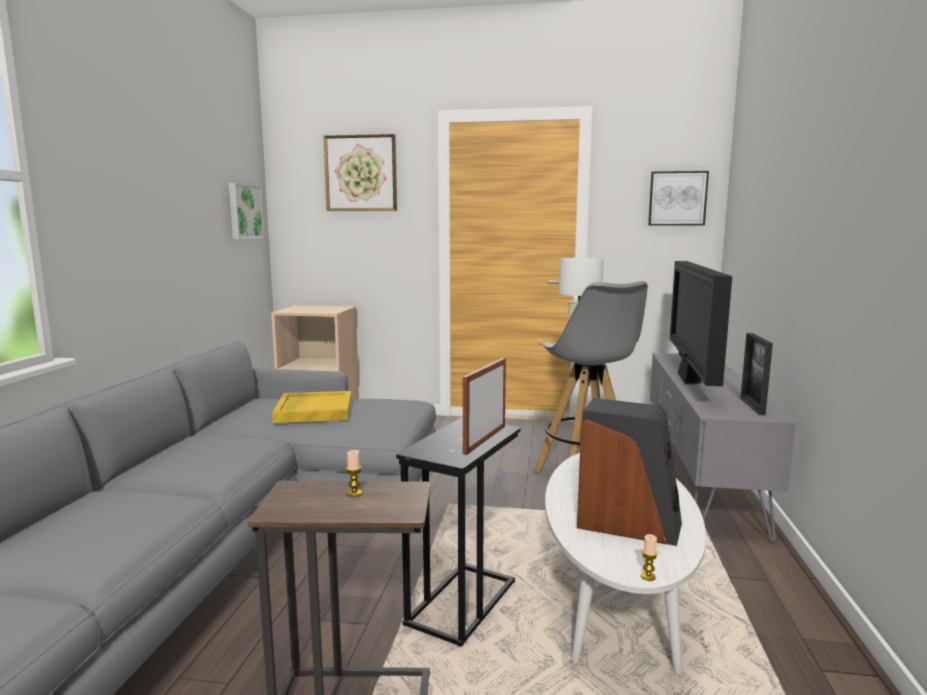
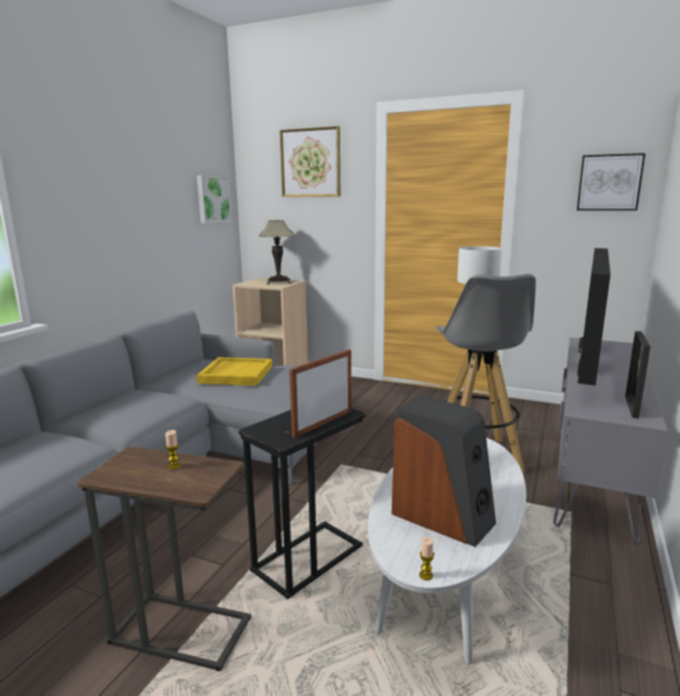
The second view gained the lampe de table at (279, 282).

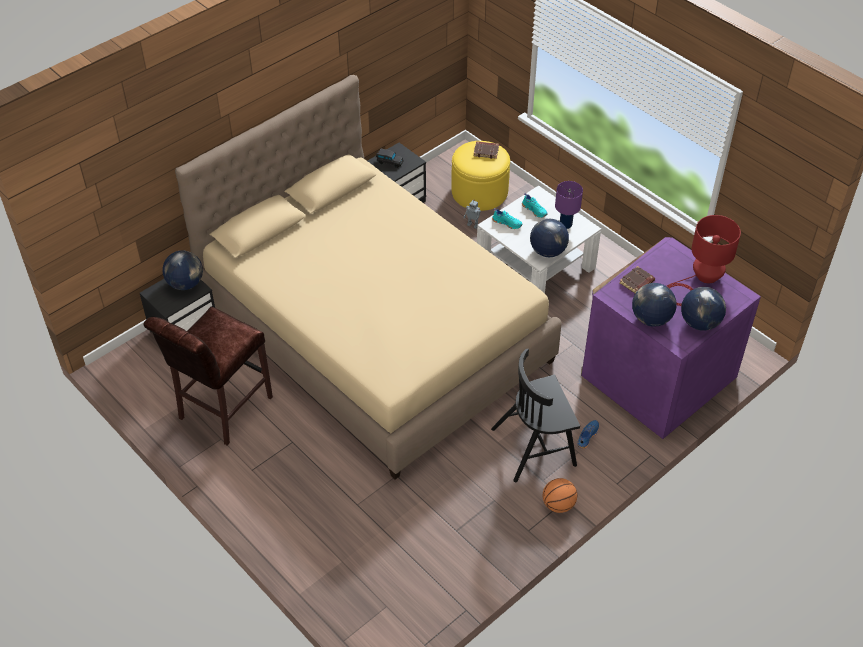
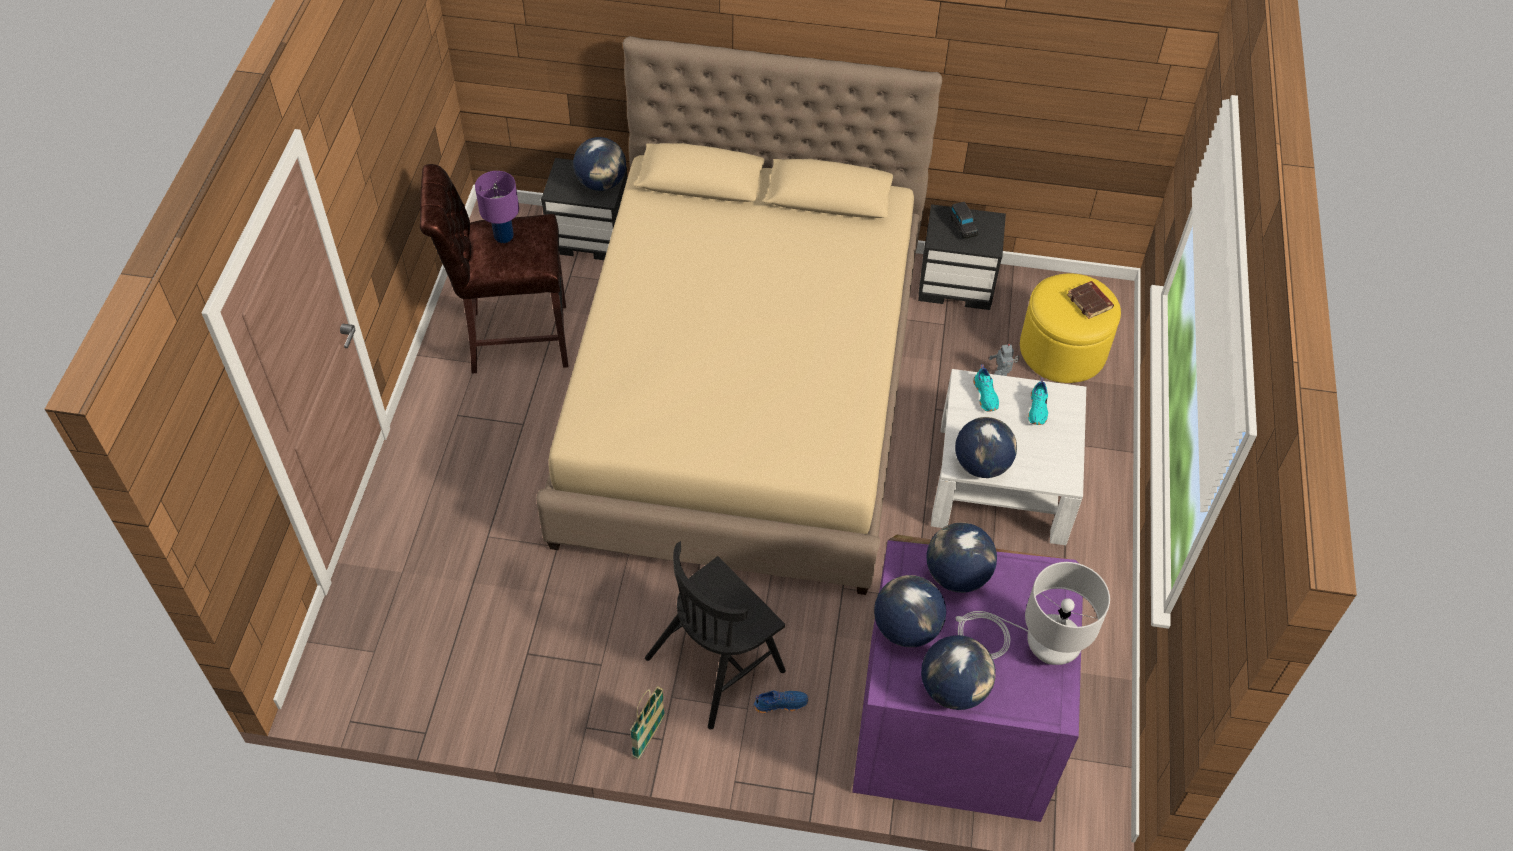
The chaise/noir at (538, 445) ended up facing another way, 75 degrees counterclockwise from before.
Where the ballon de basket stood at (558, 505), the panier came to stand at (649, 736).
The lampe de table/violet ended up elsewhere, having gone from (565, 225) to (503, 237).
Where the livre/marron stood at (637, 283), the globe came to stand at (956, 575).
What was the lampe de table/rouge at (696, 283) turned into the lampe de table/gris at (1024, 643).

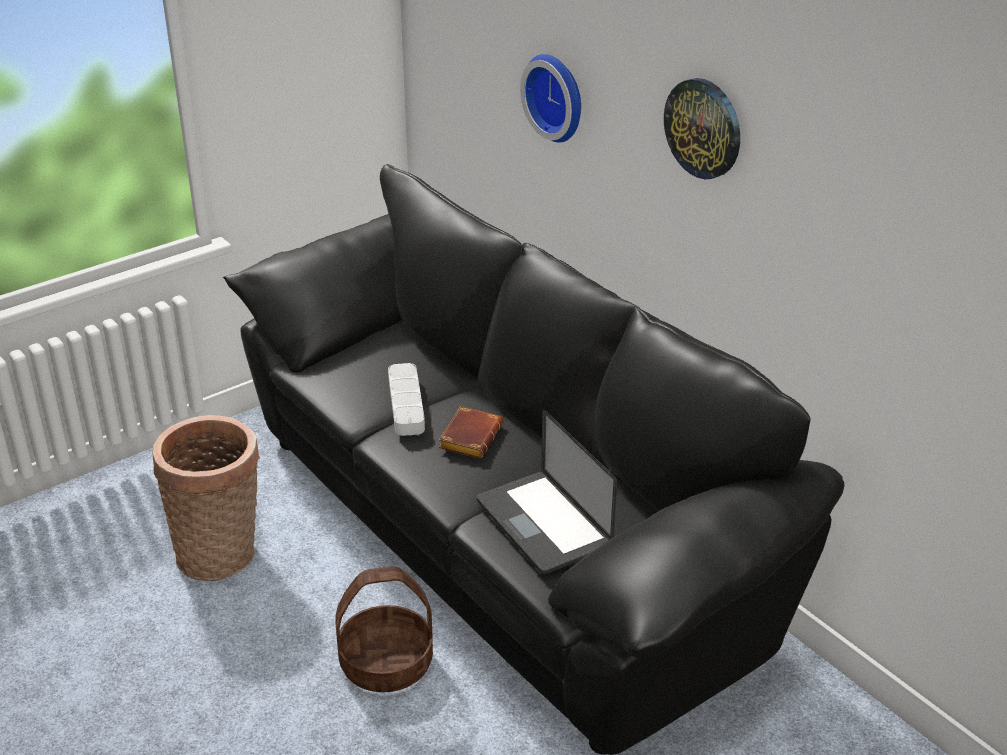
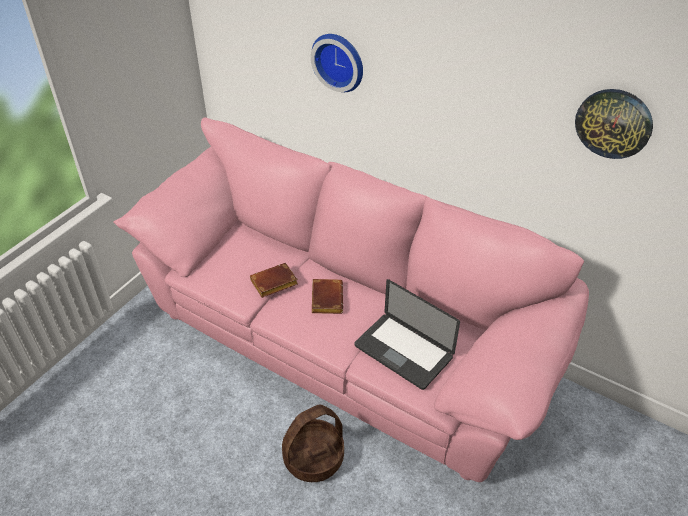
The second view lost the panier at (221, 554).
What was the canapé/noir at (500, 543) turned into the canapé/rose at (342, 350).
Where the plateau/gris stood at (406, 404), the livre/marron came to stand at (273, 284).
The horloge murale ended up elsewhere, having gone from (703, 128) to (613, 123).

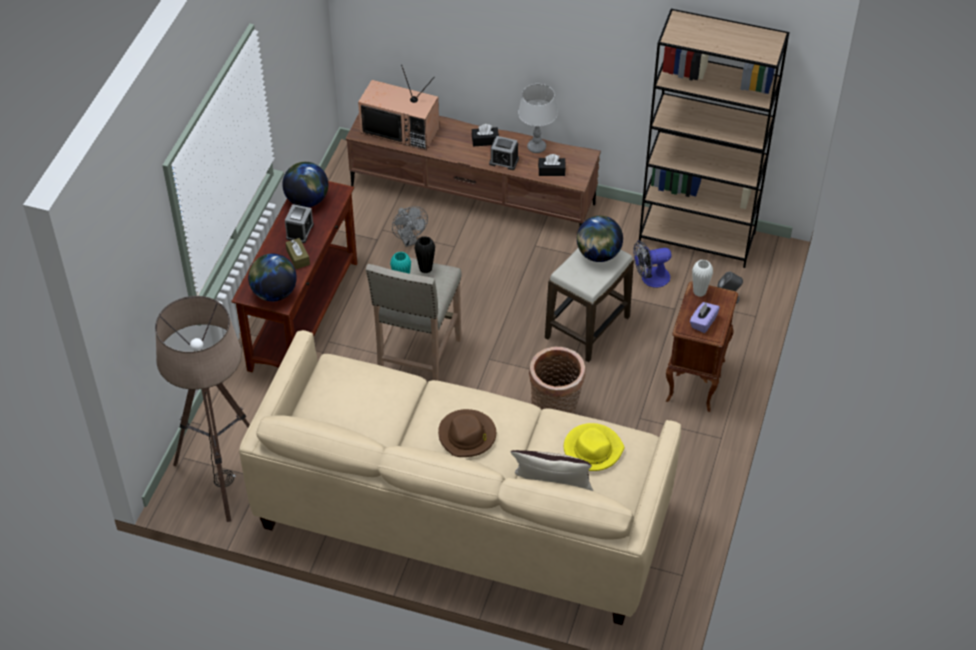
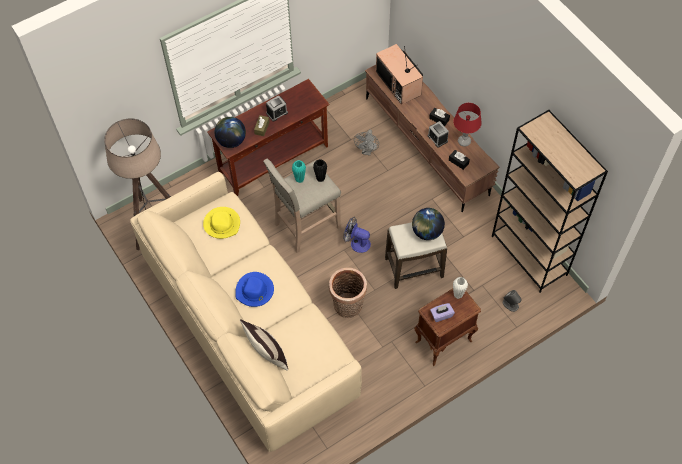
The second view lost the globe at (307, 200).
What was the chapeau/marron at (467, 435) turned into the chapeau/bleu at (255, 291).
What was the lampe de table/gris at (536, 147) turned into the lampe de table/rouge at (464, 141).
The chapeau/jaune ended up elsewhere, having gone from (592, 449) to (222, 224).
The ventilateur ended up elsewhere, having gone from (650, 278) to (357, 243).

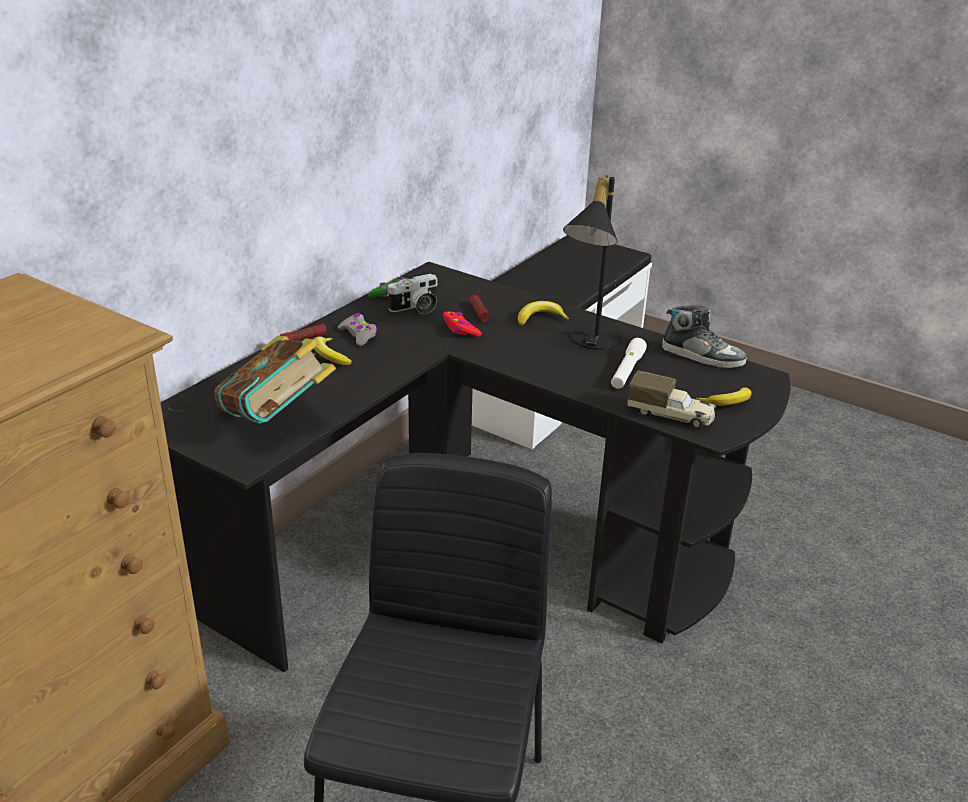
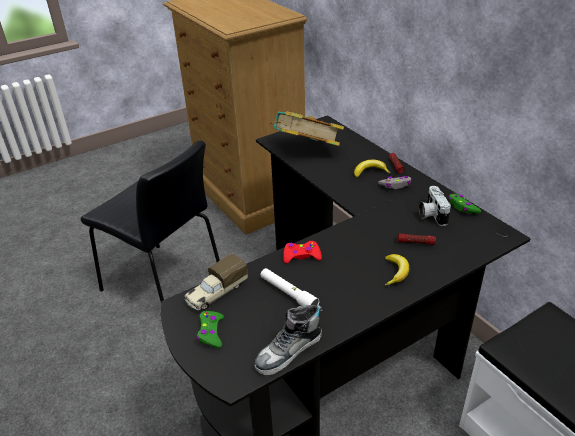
The manette/rouge ended up elsewhere, having gone from (460, 329) to (301, 256).
The second view lost the lampe de table/noir at (590, 341).
Where the banane stood at (727, 403), the manette/vert came to stand at (211, 332).

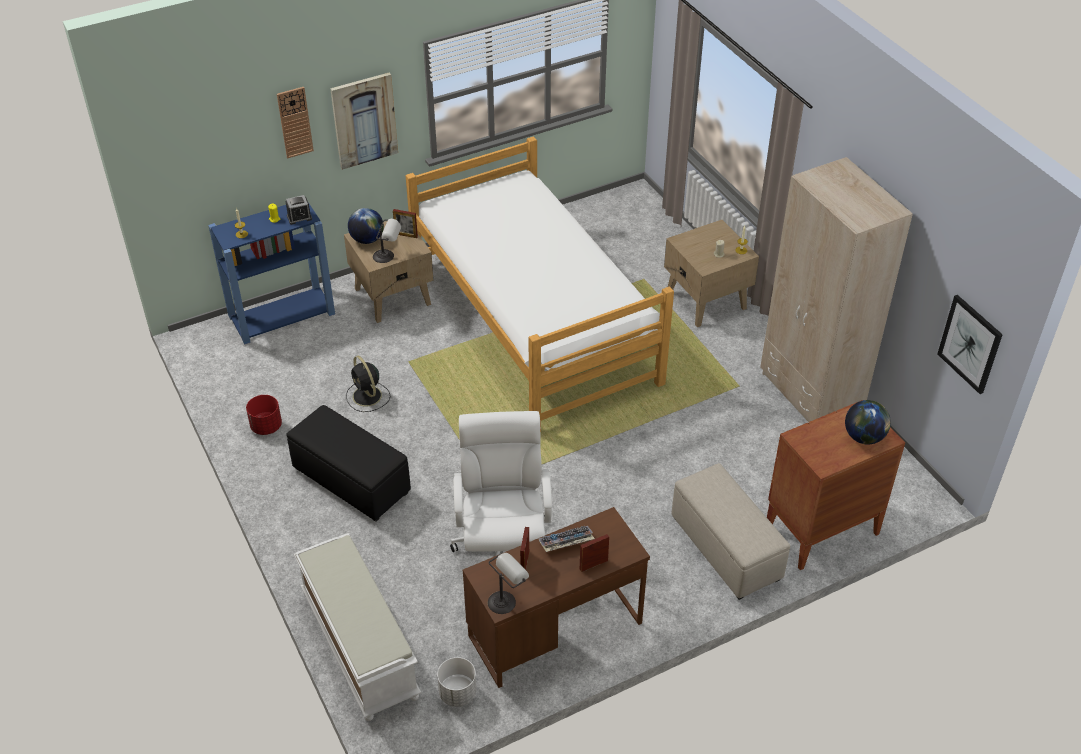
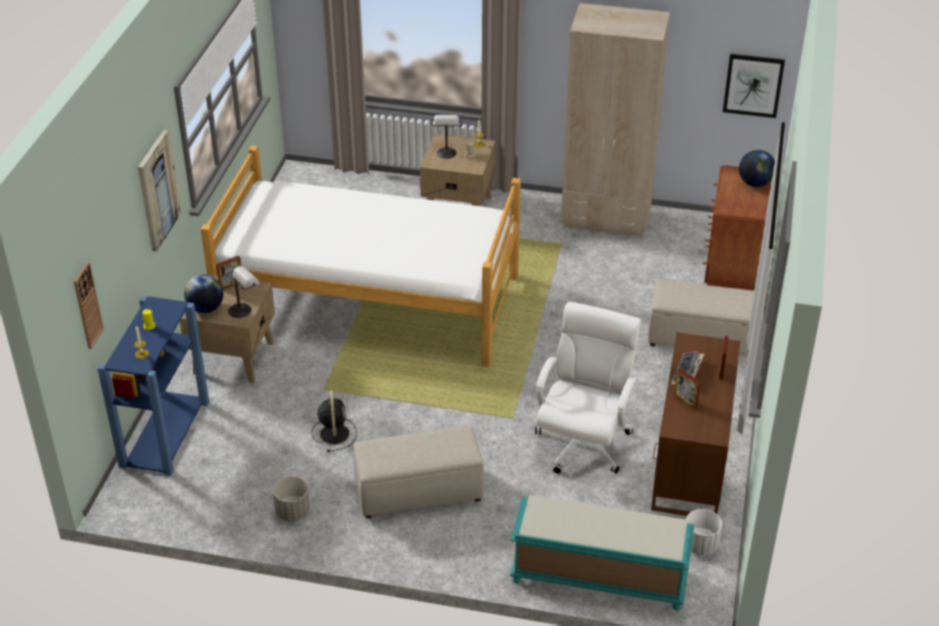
What was the cache-pot/rouge at (266, 426) turned into the cache-pot/gris at (292, 512).
The horloge murale ended up elsewhere, having gone from (295, 122) to (87, 305).
The second view lost the réveil at (299, 217).
What was the pouf/noir at (352, 481) turned into the pouf/beige at (420, 491).
What was the banc/blanc at (358, 644) turned into the banc/turquoise at (598, 576).
The ventilateur/noir at (367, 397) ended up facing another way, 105 degrees counterclockwise from before.
The chaise de bureau/blanc at (503, 546) ended up facing another way, 75 degrees clockwise from before.
The lampe de table ended up elsewhere, having gone from (506, 598) to (446, 150).

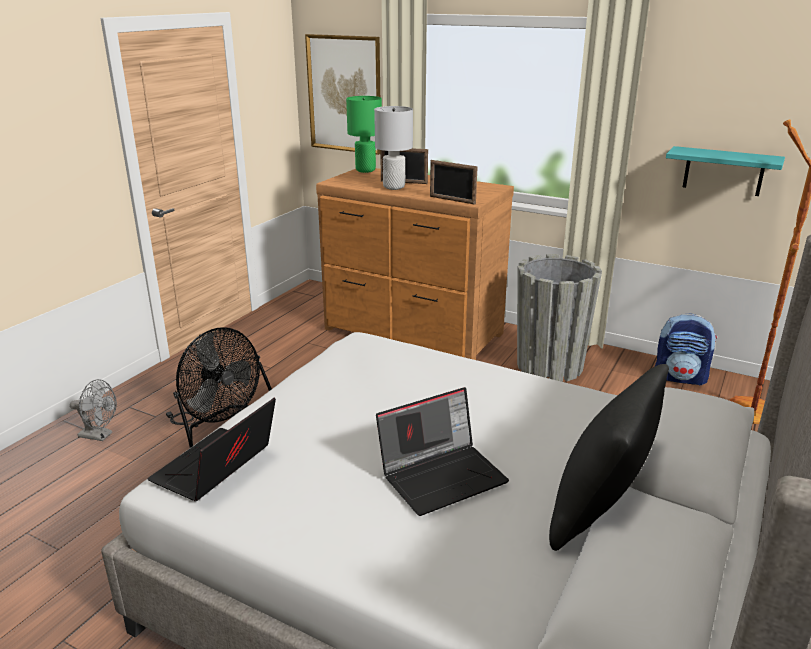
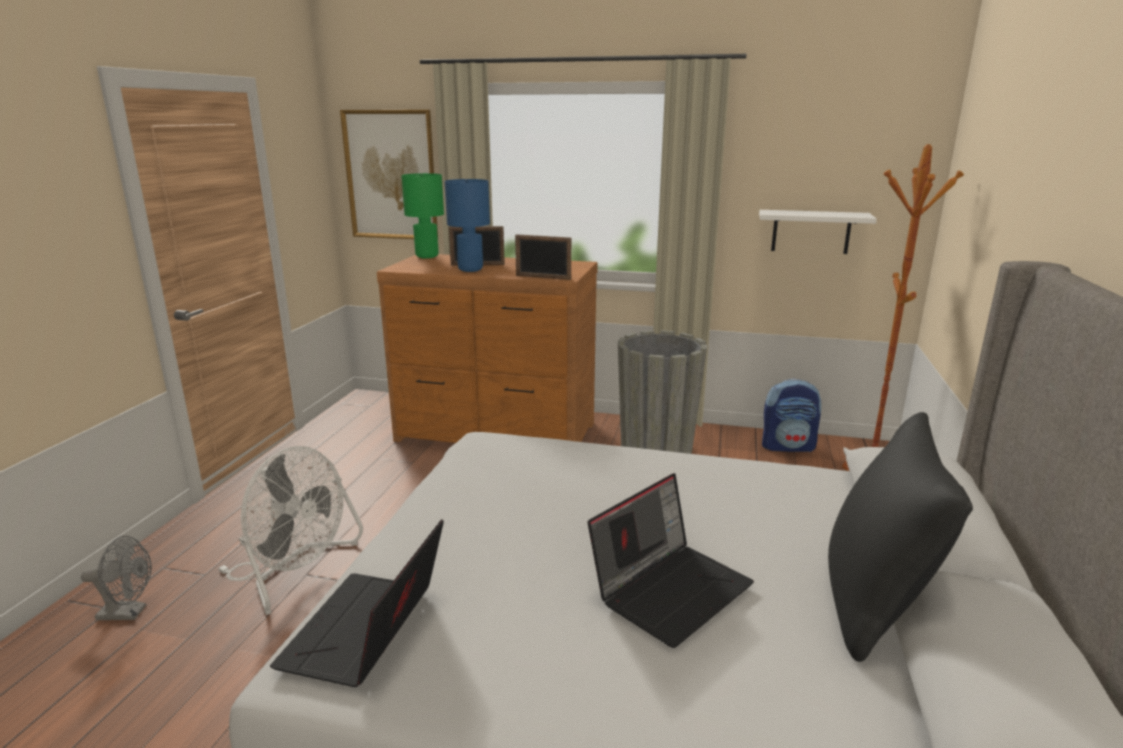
What was the ventilateur/noir at (217, 424) turned into the ventilateur/blanc at (292, 572).
What was the lampe de table/gris at (394, 188) turned into the lampe de table/bleu at (470, 270).
What was the étagère/turquoise at (723, 171) turned into the étagère/blanc at (811, 231).

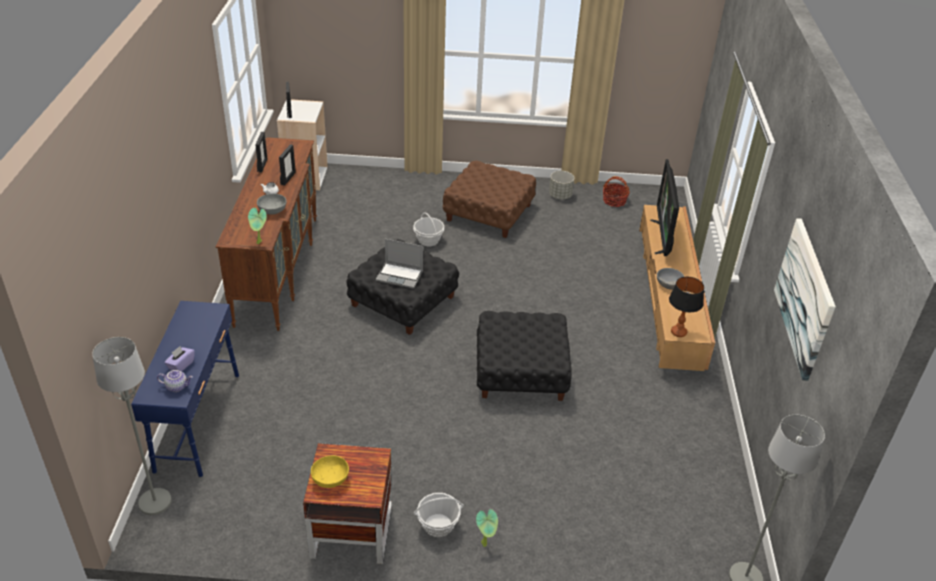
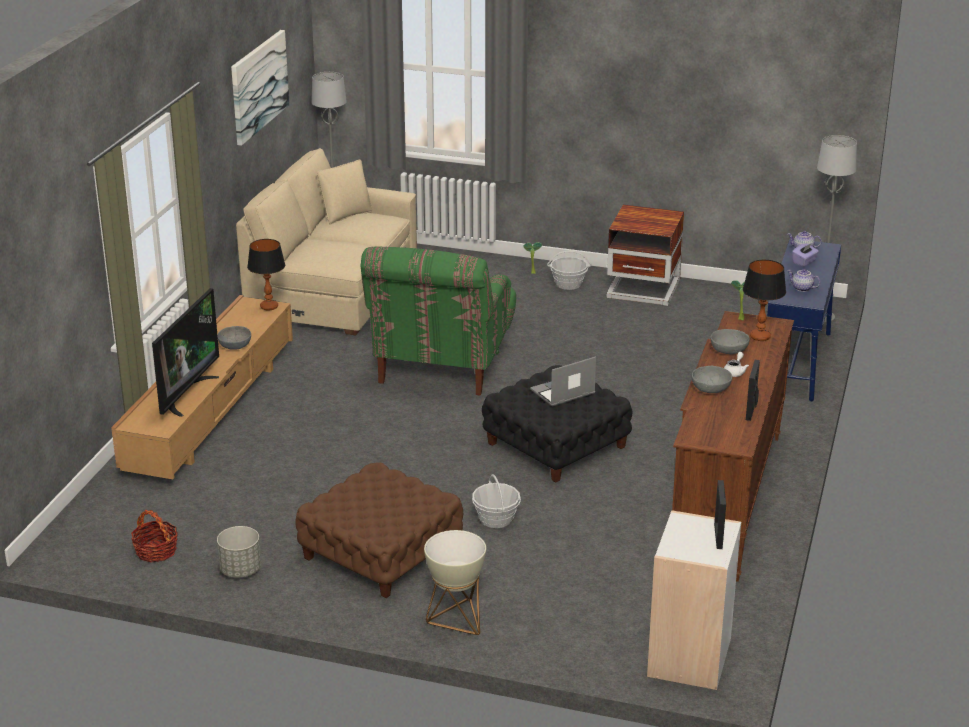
Where the cadre photo stood at (288, 178), the bol/gris came to stand at (711, 389).
The second view lost the bol/jaune at (330, 479).
The ordinateur portable at (400, 276) ended up facing another way, 60 degrees counterclockwise from before.
Where the pouf/noir stood at (520, 371), the fauteuil/vert came to stand at (441, 367).
The second view gained the canapé/beige at (333, 293).
The second view gained the cache-pot at (456, 619).
The second view gained the lampe de table at (759, 337).
The second view gained the théière at (802, 288).

